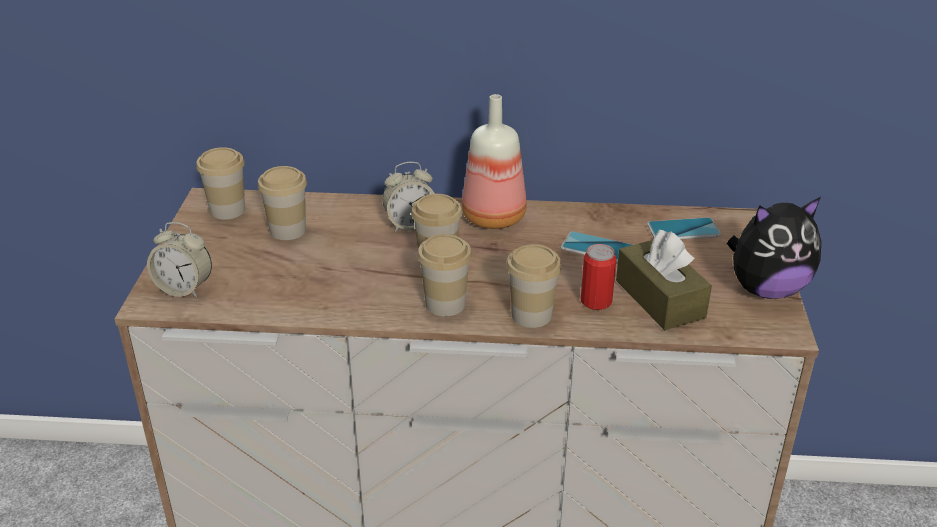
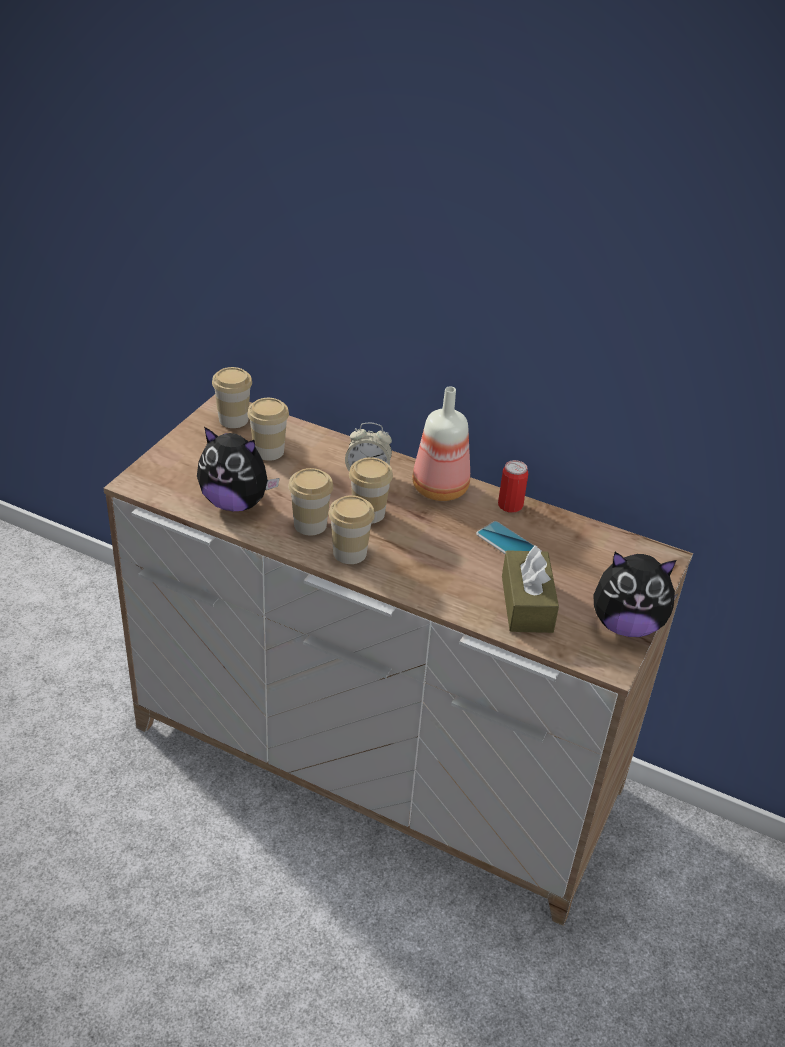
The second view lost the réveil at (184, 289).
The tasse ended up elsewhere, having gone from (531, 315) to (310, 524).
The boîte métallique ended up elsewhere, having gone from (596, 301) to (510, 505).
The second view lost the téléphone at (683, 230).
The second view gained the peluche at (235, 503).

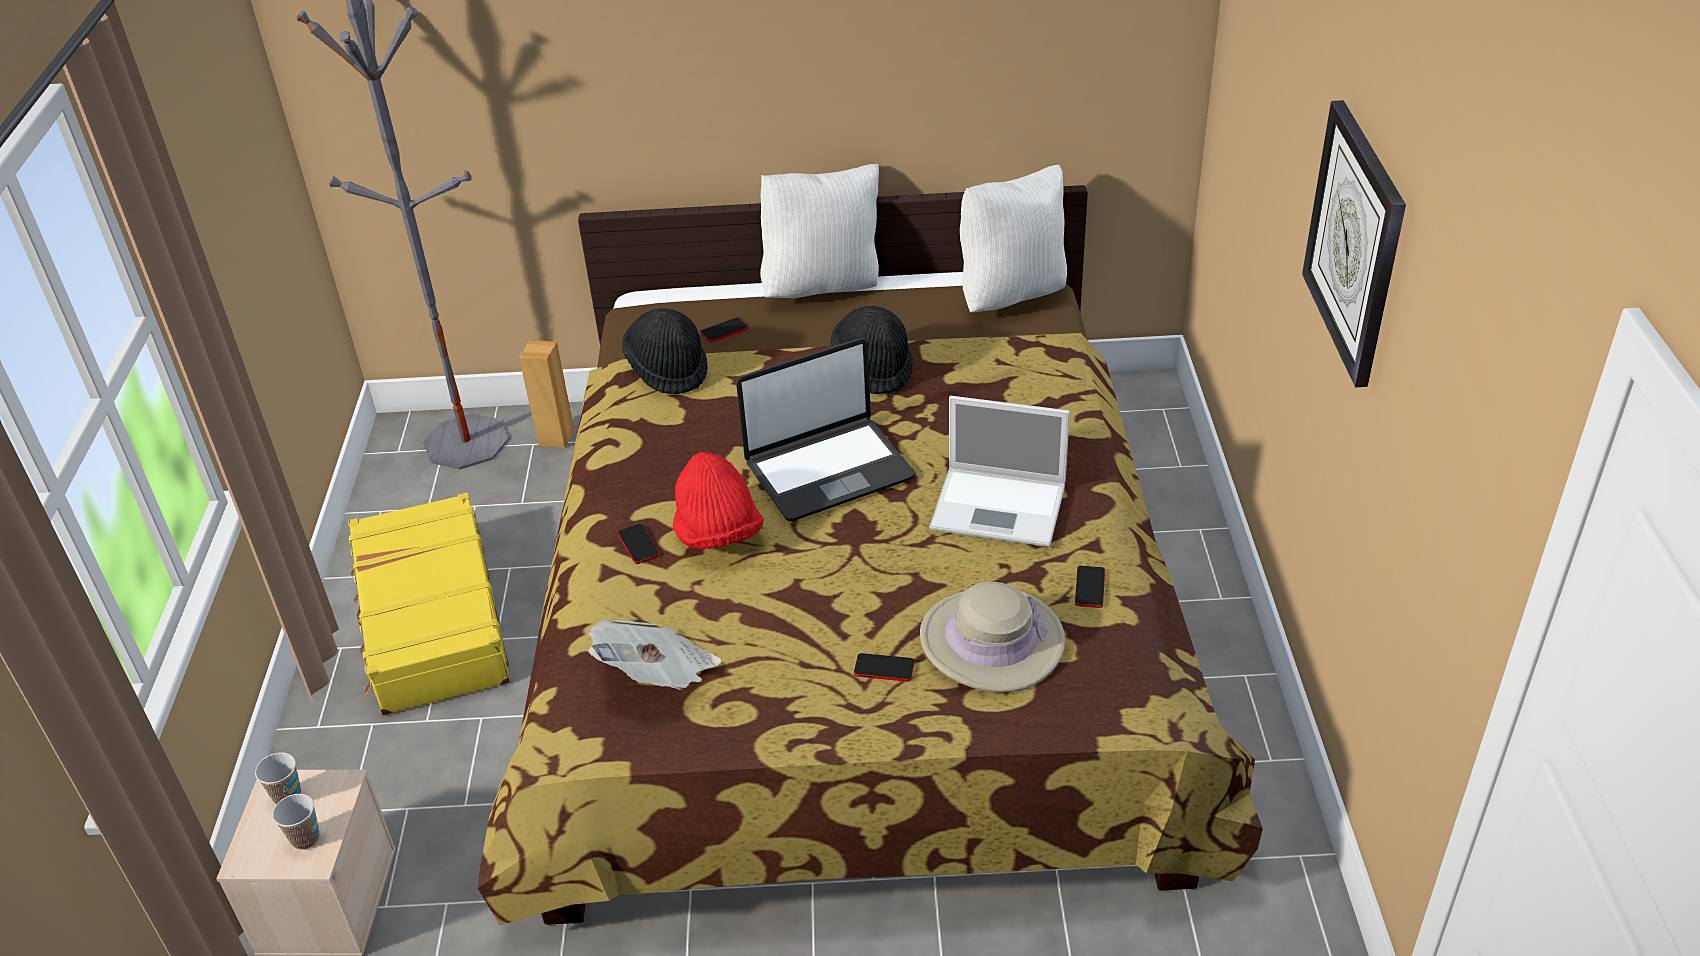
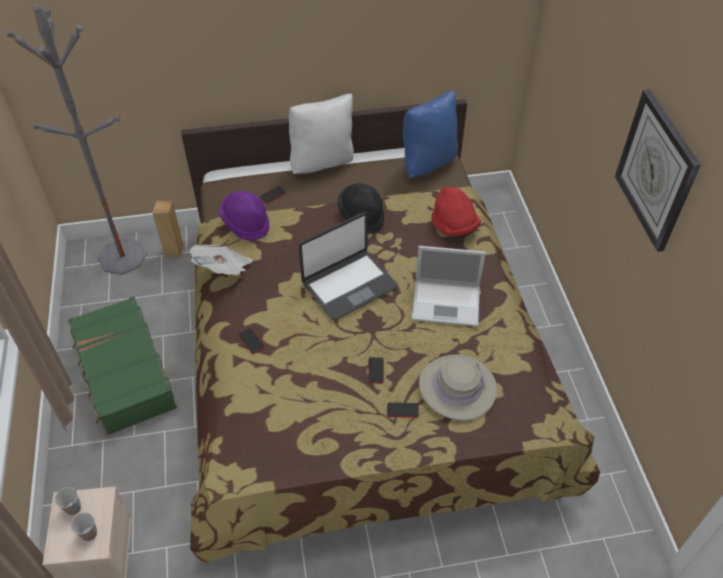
What was the valise/jaune at (431, 621) turned into the valise/vert at (124, 373).
The journal ended up elsewhere, having gone from (659, 675) to (223, 269).
What was the chapeau/noir at (668, 369) turned into the chapeau/violet at (246, 223).
The chapeau/rouge ended up elsewhere, having gone from (718, 533) to (454, 226).
What was the coussin/blanc at (1011, 295) turned into the coussin/bleu at (427, 163).
The téléphone ended up elsewhere, having gone from (1089, 587) to (376, 370).

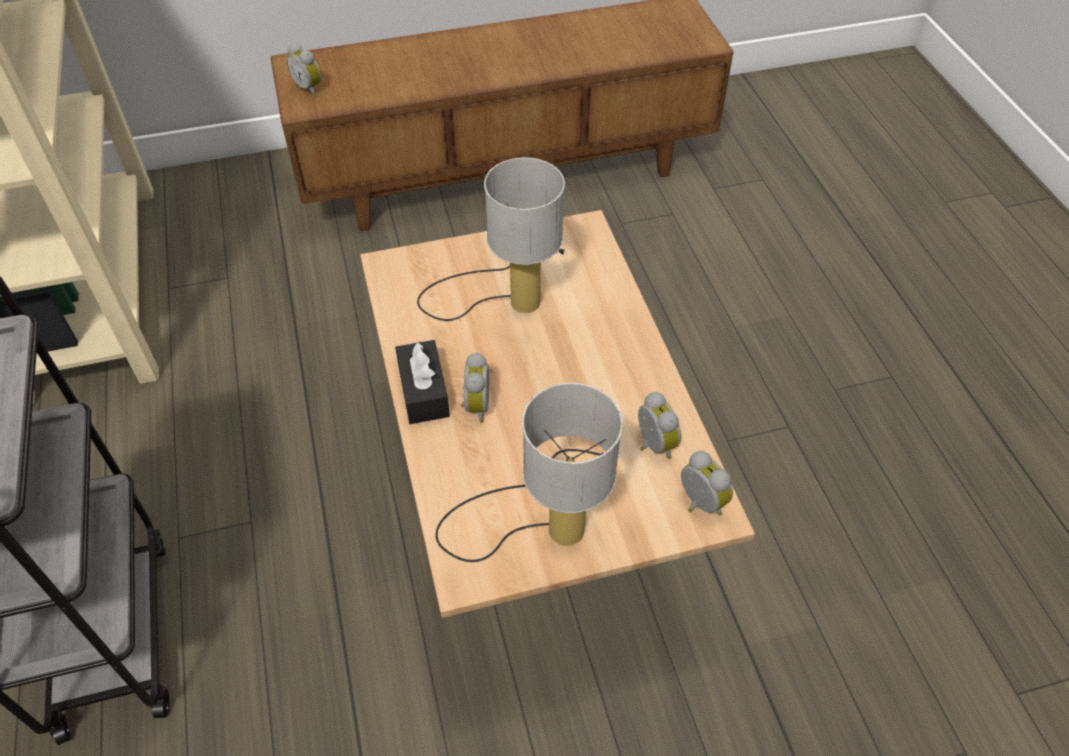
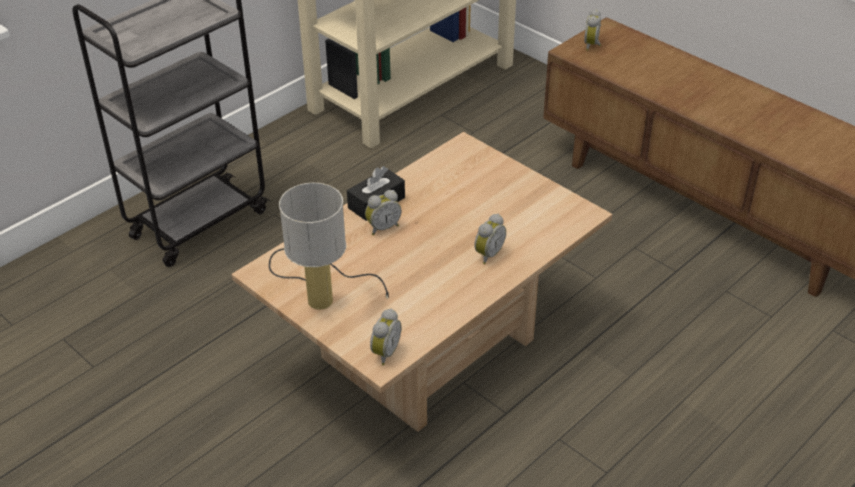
The second view lost the lampe de table at (508, 293).
The réveil ended up elsewhere, having gone from (653, 445) to (487, 254).

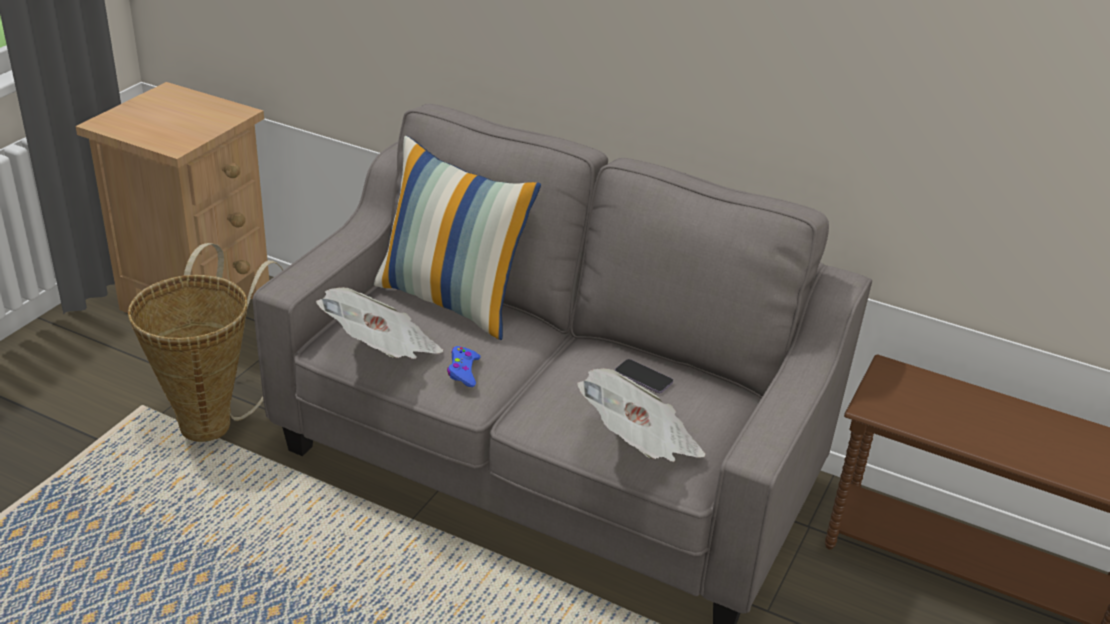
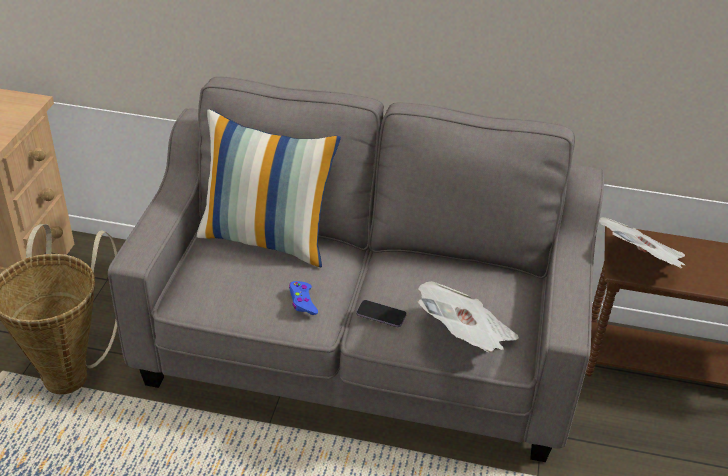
The journal ended up elsewhere, having gone from (382, 350) to (640, 262).
The téléphone ended up elsewhere, having gone from (643, 378) to (381, 315).

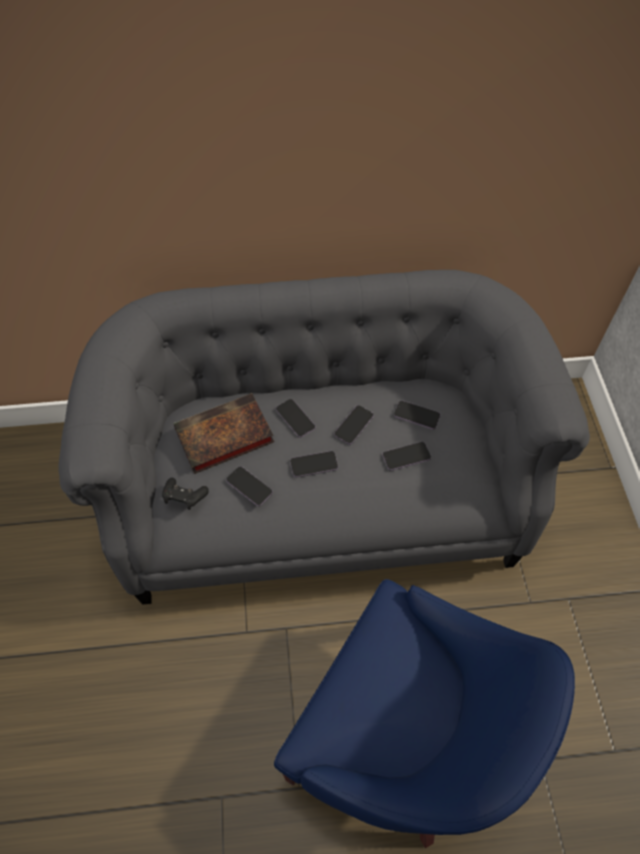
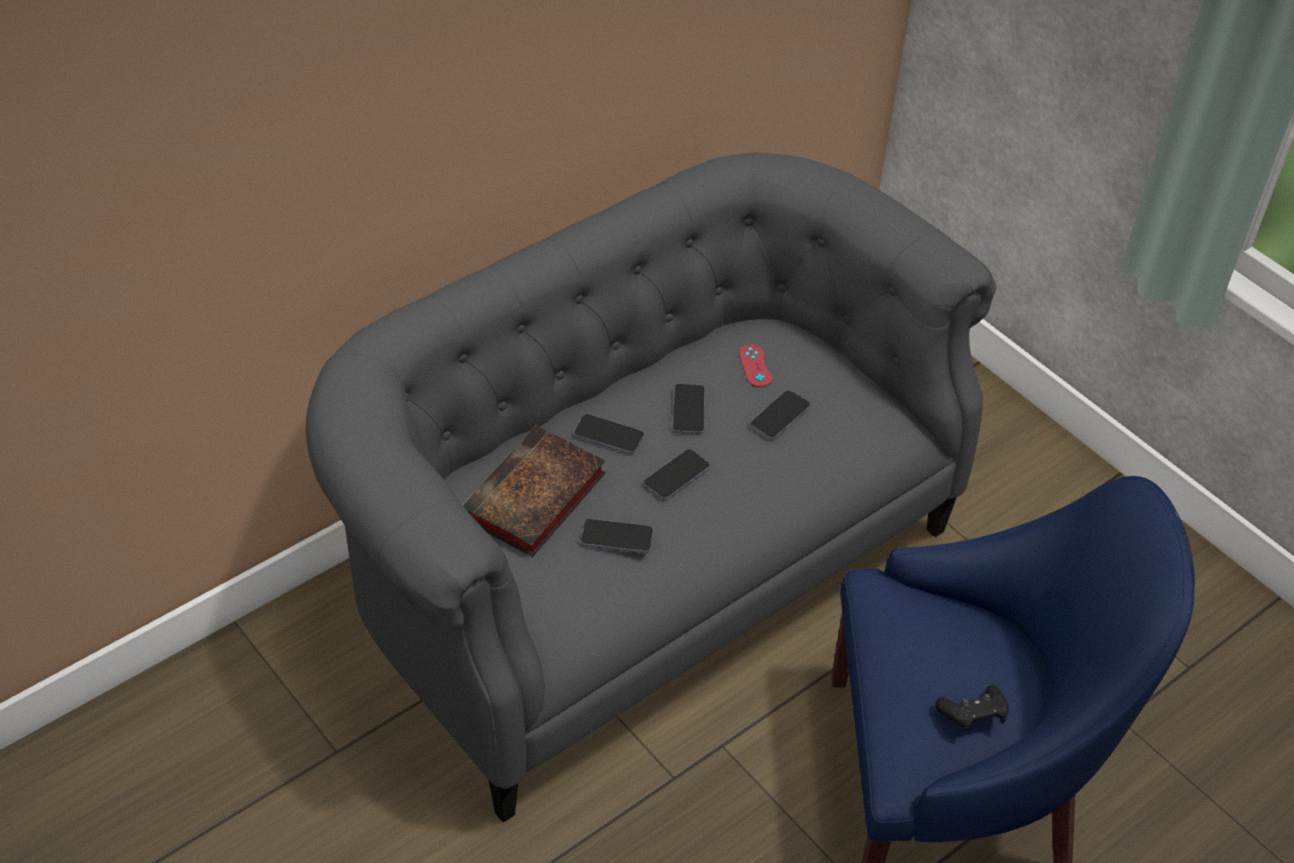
The manette/noir ended up elsewhere, having gone from (184, 497) to (972, 716).
Where the téléphone stood at (416, 416), the manette/rouge came to stand at (755, 366).

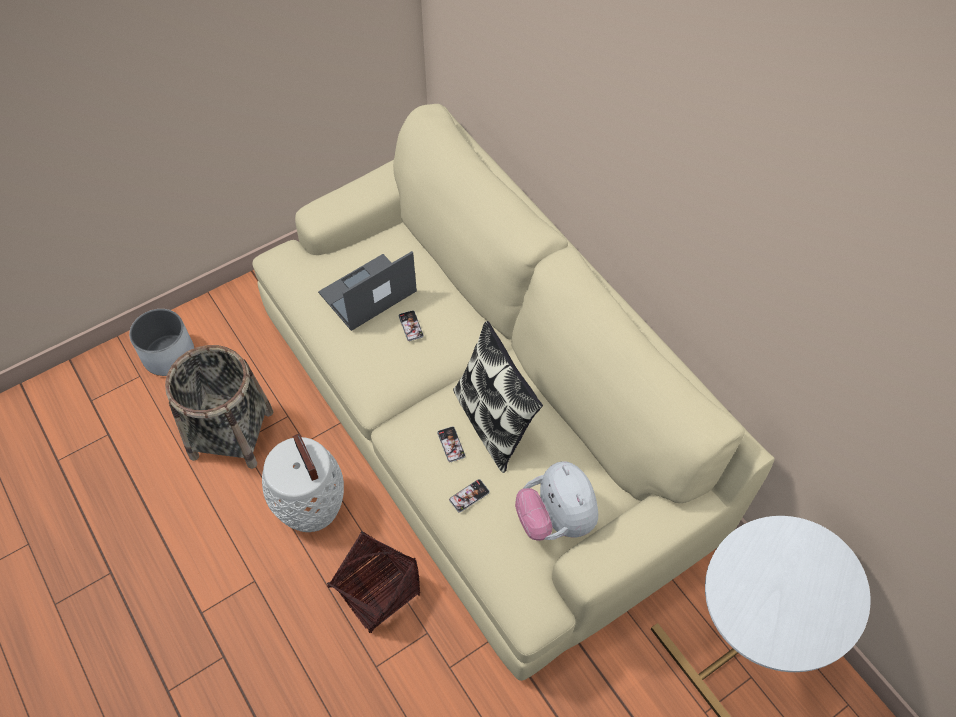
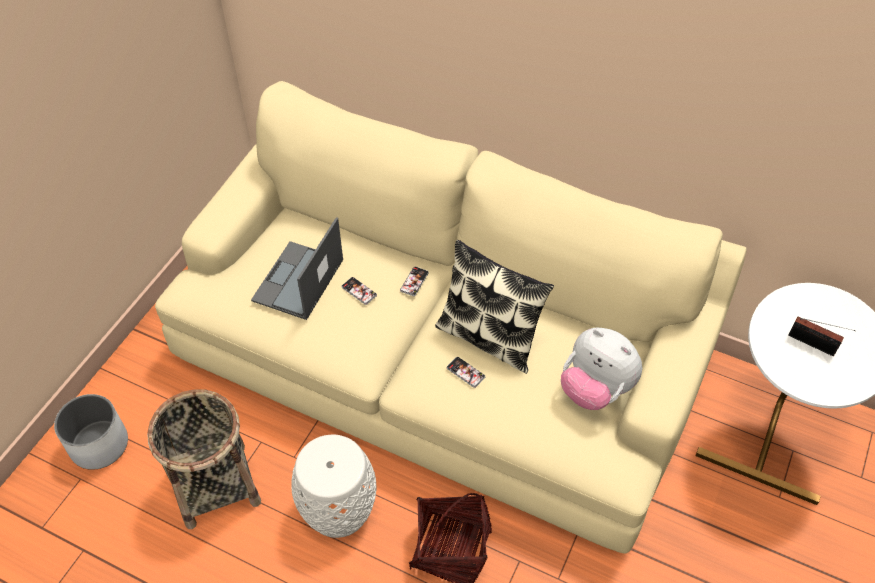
The radio ended up elsewhere, having gone from (307, 464) to (814, 345).
The téléphone ended up elsewhere, having gone from (469, 496) to (414, 281).

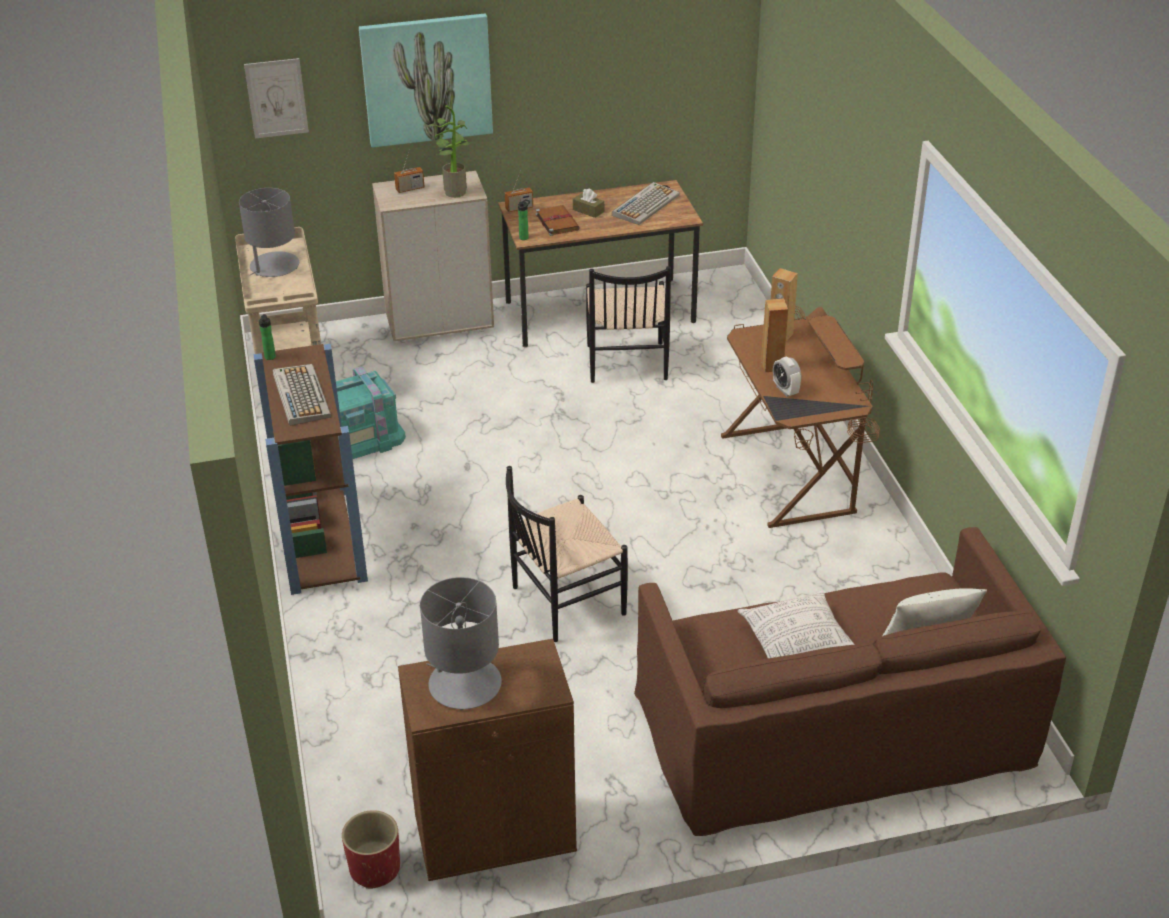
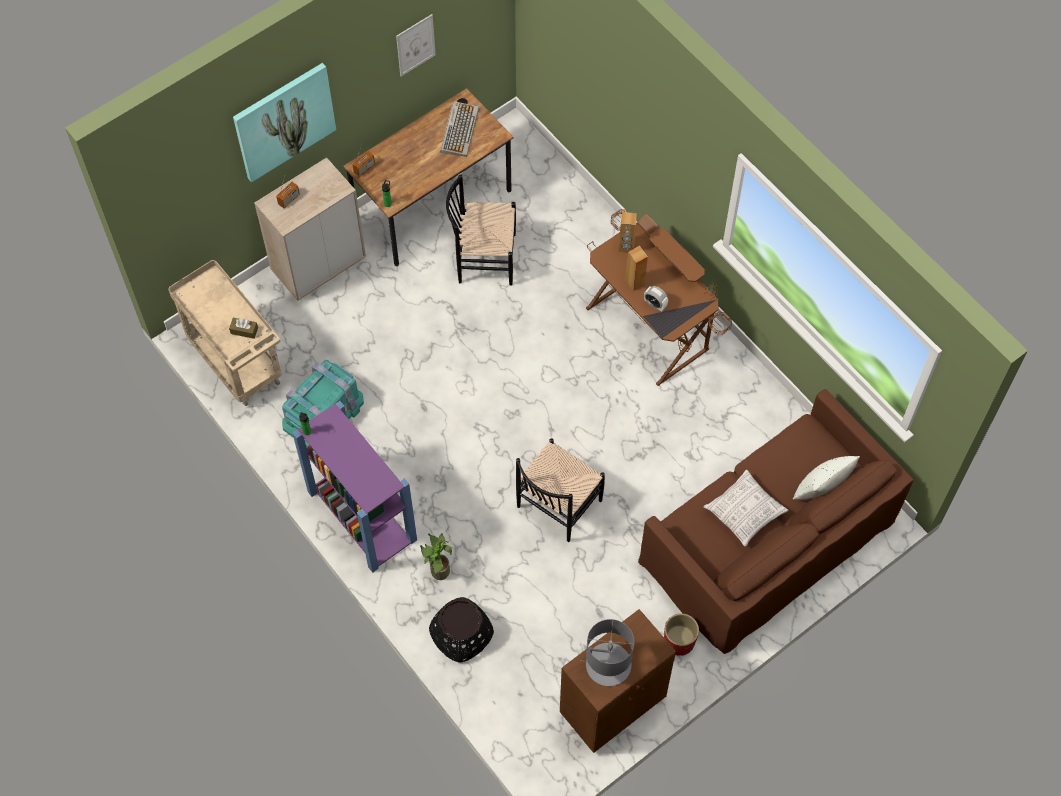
The second view lost the lampe de table/gris at (274, 266).
The tableau ended up elsewhere, having gone from (276, 98) to (415, 45).
What was the bibliothèque/marron at (321, 538) turned into the bibliothèque/violet at (362, 515).
The second view lost the clavier at (300, 395).
The cache-pot/rouge ended up elsewhere, having gone from (374, 868) to (678, 641).
The plante en pot ended up elsewhere, having gone from (453, 191) to (438, 570).
The second view lost the livre/marron at (556, 222).
The boîte à mouchoirs/marron ended up elsewhere, having gone from (588, 211) to (244, 330).
The chaise/noir at (627, 365) ended up facing another way, 120 degrees clockwise from before.
The second view gained the cache-pot/noir at (461, 633).

